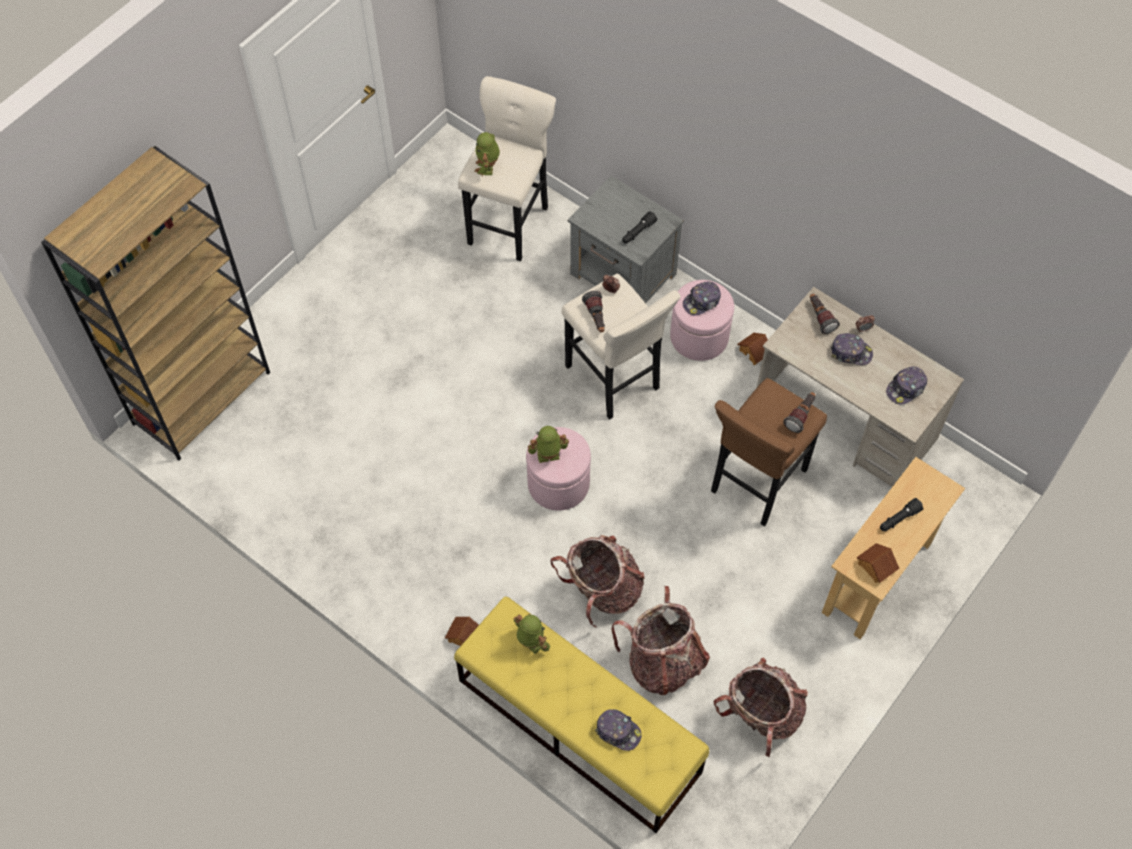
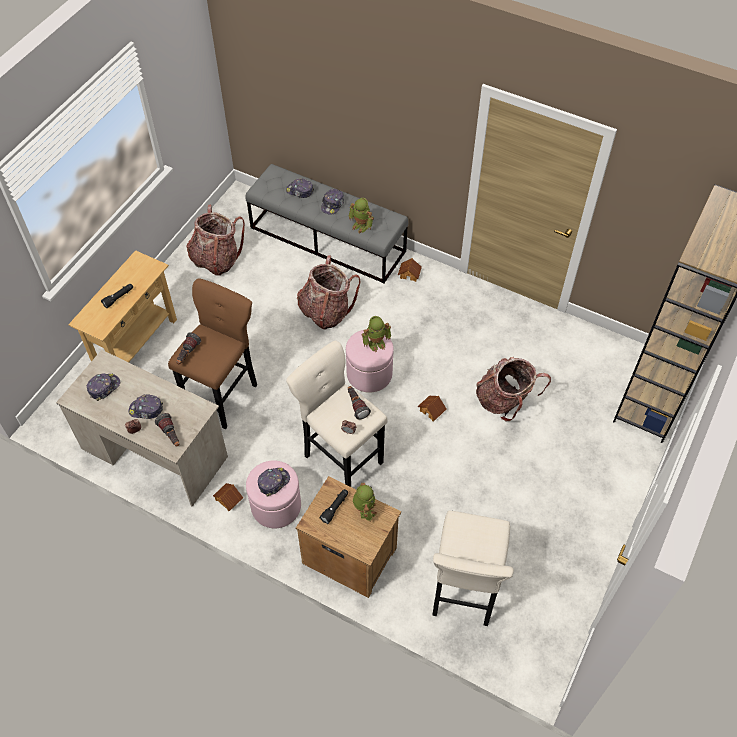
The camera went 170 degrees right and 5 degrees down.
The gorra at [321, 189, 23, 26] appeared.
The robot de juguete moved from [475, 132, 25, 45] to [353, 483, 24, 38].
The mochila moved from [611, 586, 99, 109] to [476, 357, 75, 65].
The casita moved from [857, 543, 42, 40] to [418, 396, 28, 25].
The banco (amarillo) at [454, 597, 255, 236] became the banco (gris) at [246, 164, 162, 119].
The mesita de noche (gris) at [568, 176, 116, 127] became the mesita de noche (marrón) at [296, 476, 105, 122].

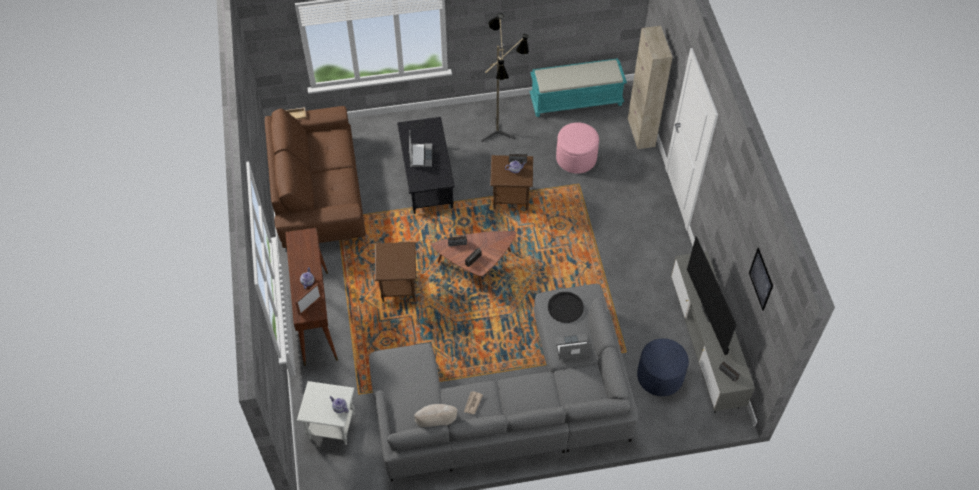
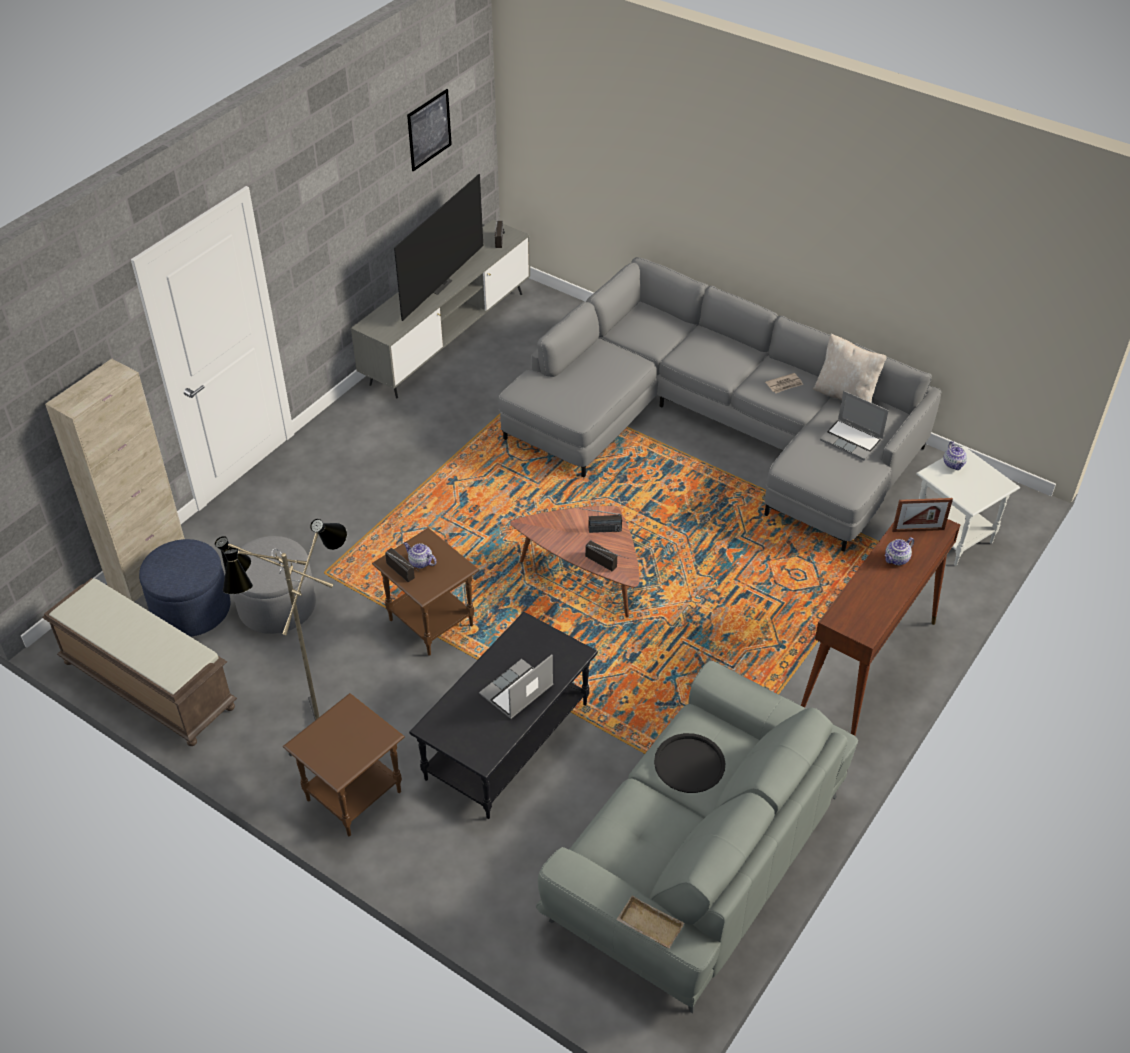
The camera went 135 degrees left and 10 degrees down.
The mesa auxiliar (marrón) moved from [375, 242, 41, 60] to [283, 693, 122, 143].
The bandeja (negro) moved from [548, 292, 36, 31] to [654, 733, 71, 60].
The portátil moved from [554, 334, 38, 26] to [820, 391, 69, 69].
The puf (azul) moved from [637, 338, 52, 58] to [139, 539, 91, 98].
The sofá (marrón) at [265, 106, 101, 146] became the sofá (gris) at [536, 661, 322, 352].
The banco (turquesa) at [529, 58, 98, 59] became the banco (marrón) at [42, 578, 195, 168].
The puf (rosa) at [556, 122, 43, 52] became the puf (gris) at [233, 536, 83, 98].

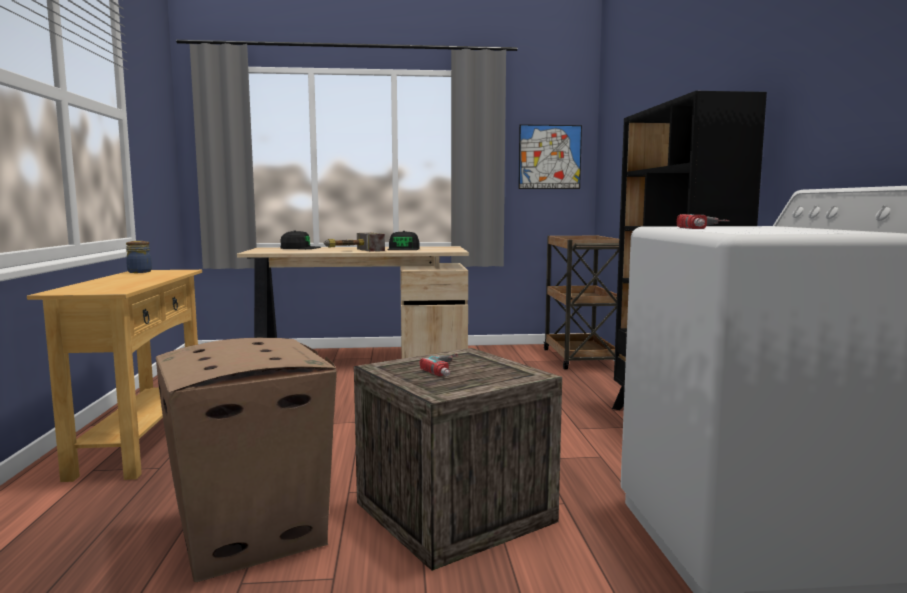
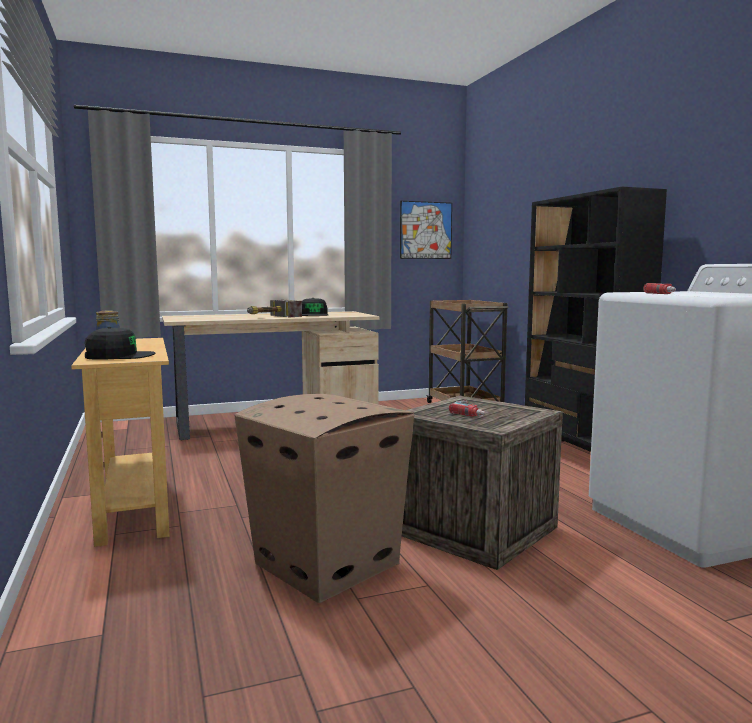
The camera went 15 degrees left and 0 degrees up.
The gorra (negro) moved from [280, 230, 41, 19] to [84, 327, 71, 33].

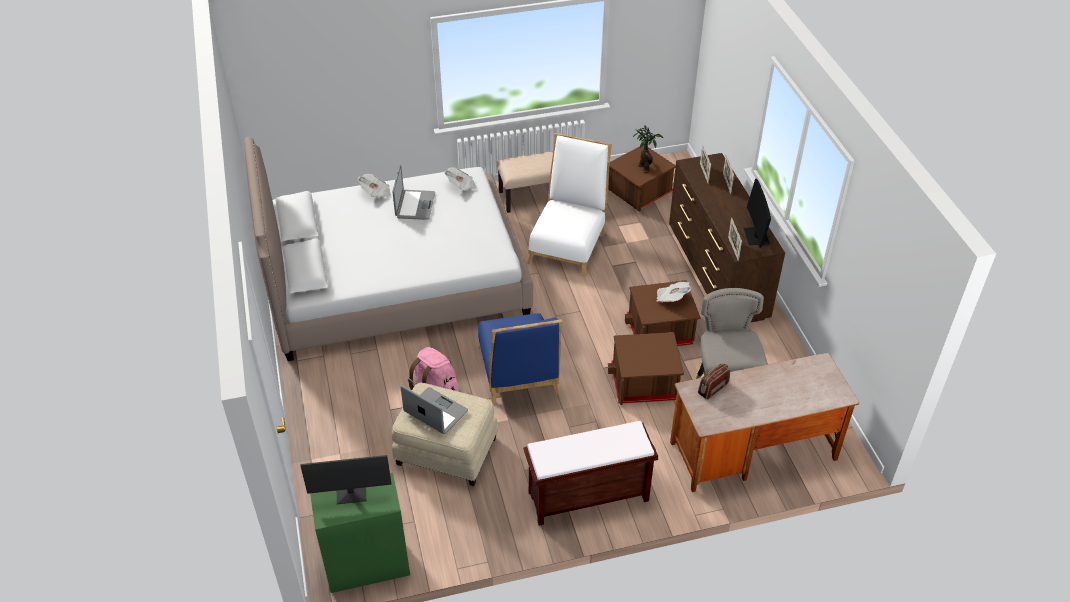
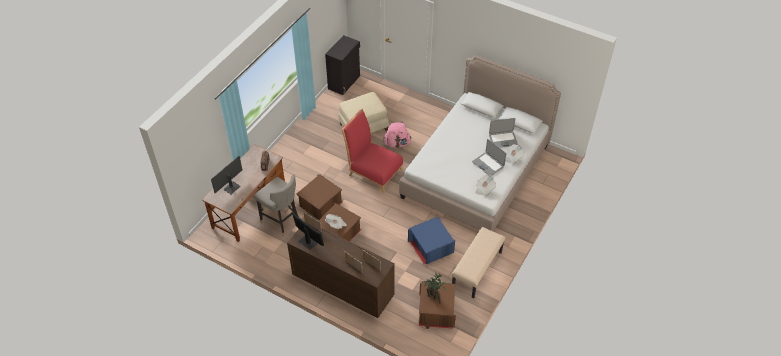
The camera went 135 degrees right and 5 degrees up.
The banco (marrón) at [523, 421, 135, 105] disappeared.
The monitor moved from [300, 455, 92, 49] to [211, 156, 31, 38].
The portátil moved from [400, 385, 68, 49] to [489, 118, 29, 30].
The silla (blanco) at [527, 133, 85, 144] was replaced by the caja de almacenaje (azul) at [408, 217, 47, 48].
The armario (verde) at [310, 473, 100, 120] became the armario (negro) at [325, 35, 35, 60].
The silla (azul) at [478, 313, 85, 92] became the silla (rojo) at [341, 109, 62, 84].

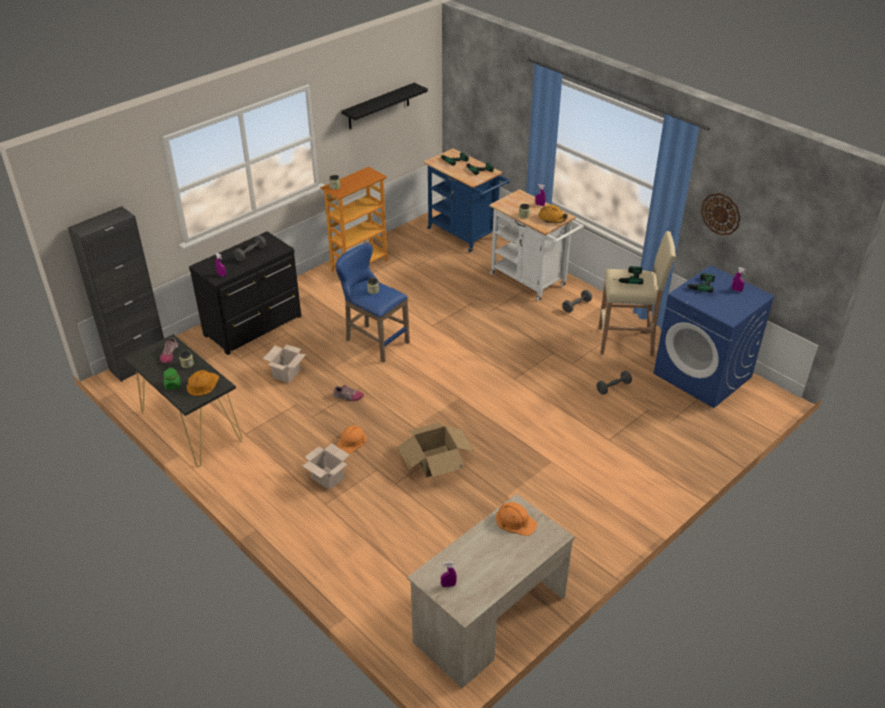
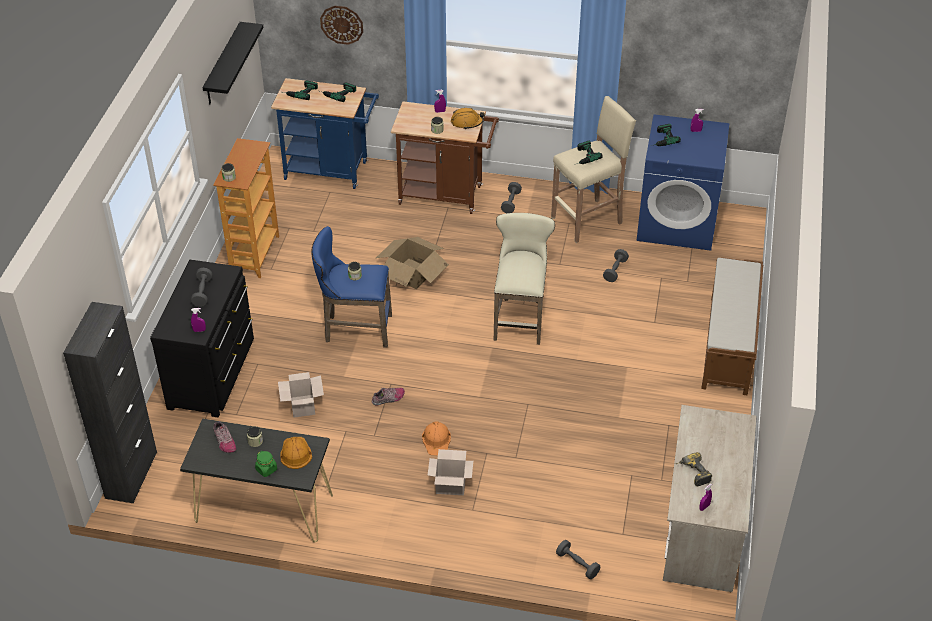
The camera went 35 degrees left and 5 degrees up.
The casco (naranja) at [496, 502, 42, 34] disappeared.
The taburete (beis) at [494, 213, 61, 132] appeared.
The mancuerna (gris) at [556, 540, 44, 39] appeared.
The taladro at [676, 452, 36, 34] appeared.
The banco (marrón) at [701, 257, 62, 138] appeared.
The caja de cartón moved from [398, 423, 76, 54] to [376, 237, 73, 52].
The reloj de pared moved from [701, 193, 40, 42] to [320, 6, 43, 39].
The carrito (blanco) at [489, 189, 95, 113] became the carrito (marrón) at [391, 101, 108, 113].

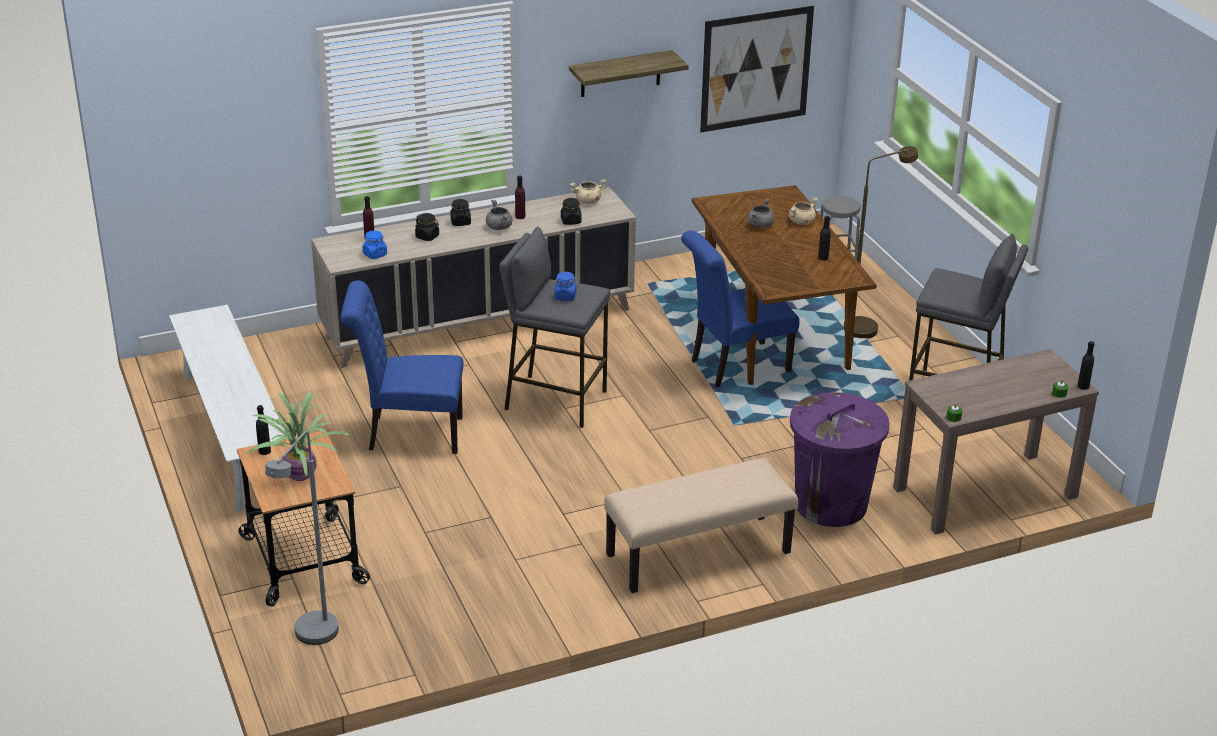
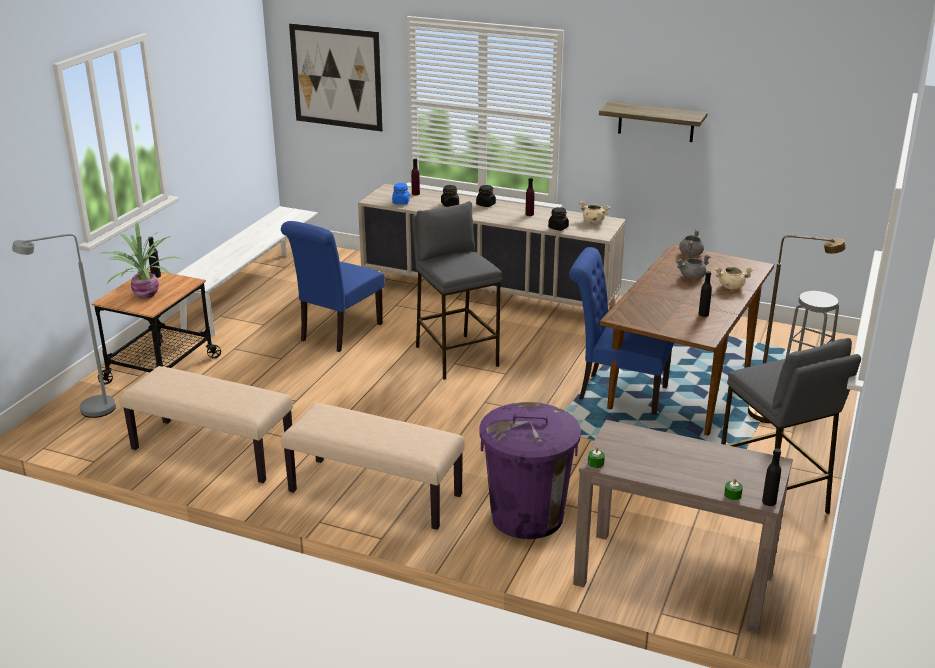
The camera went 45 degrees right and 5 degrees down.
The tarro (azul) at [554, 272, 23, 29] disappeared.
The banco (beis) at [120, 366, 173, 117] appeared.
The olla (gris) moved from [486, 200, 26, 30] to [679, 230, 25, 26].
The cuadro moved from [700, 6, 114, 126] to [289, 24, 94, 107].
The silla (azul) at [341, 280, 122, 174] turned 105 degrees counterclockwise.

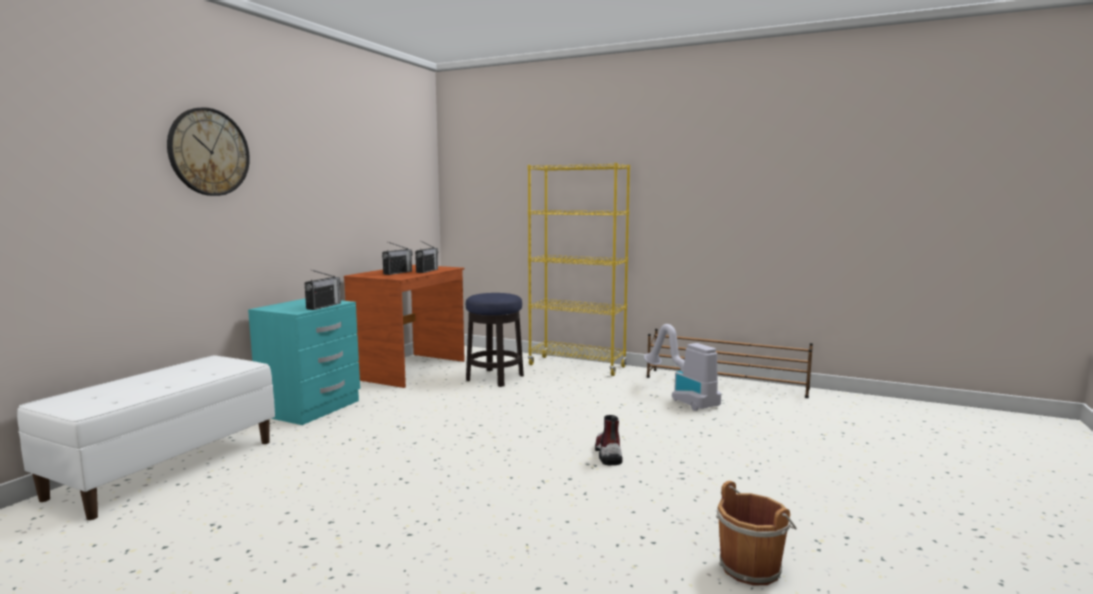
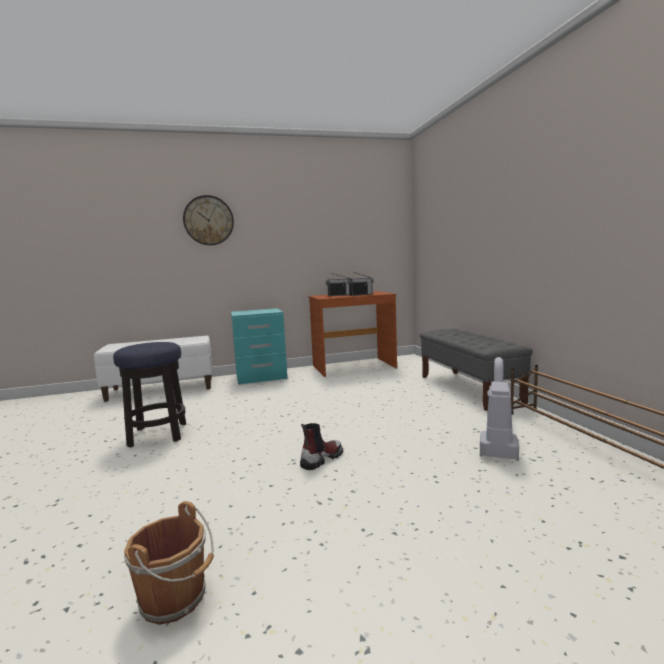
The camera went 50 degrees right and 0 degrees up.
The radio at [304, 270, 37, 40] disappeared.
The taburete moved from [466, 293, 58, 94] to [113, 342, 73, 106].
The estantería (amarillo) at [528, 163, 102, 213] was replaced by the banco (gris) at [420, 328, 113, 83].

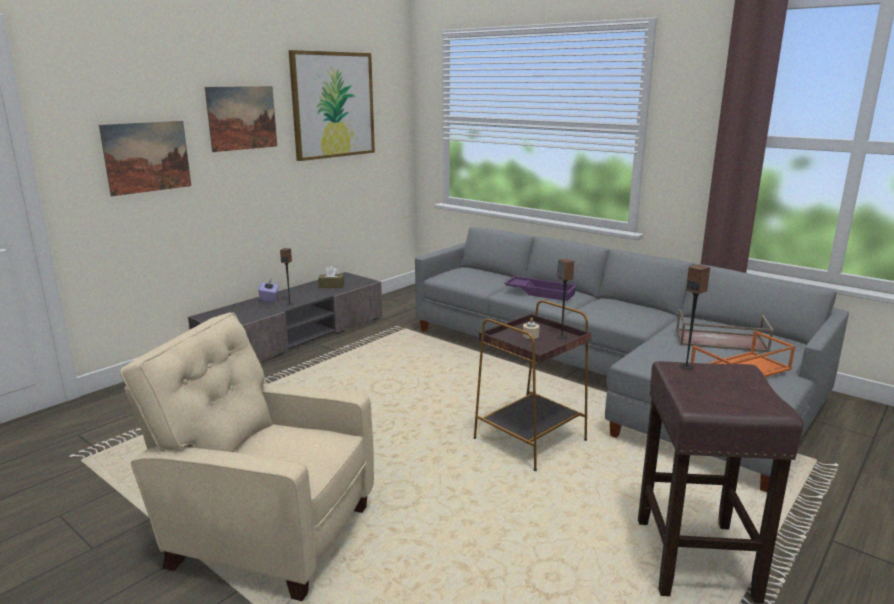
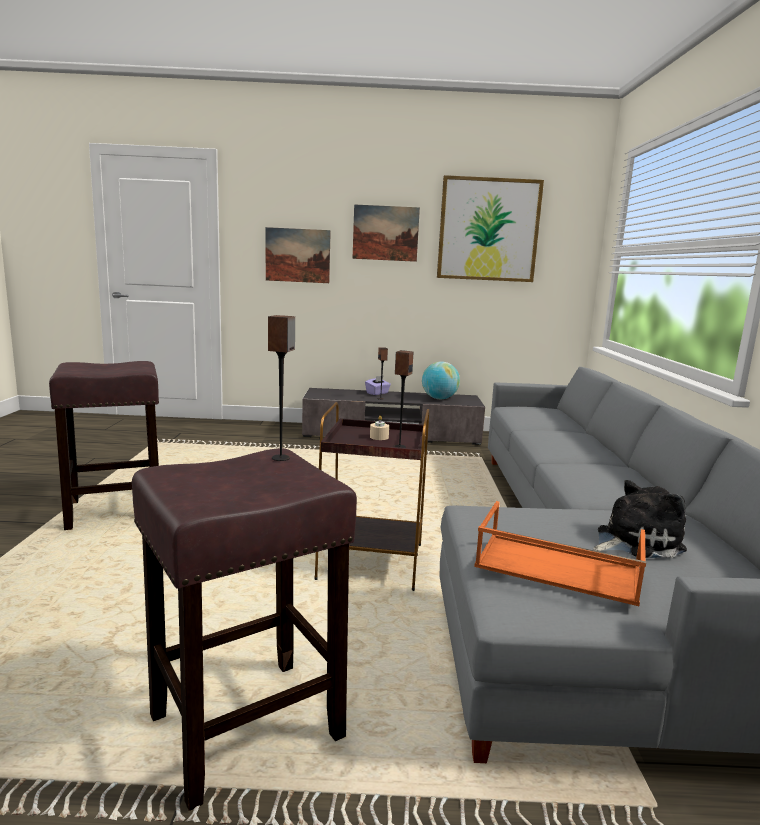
The camera went 50 degrees right and 5 degrees down.
The bandeja (morado) at [504, 276, 73, 25] disappeared.
The sillón (beis) at [120, 312, 254, 289] was replaced by the taburete (marrón) at [49, 361, 110, 169].
The caja de pañuelos (marrón) at [318, 266, 26, 22] was replaced by the globo terráqueo at [422, 361, 38, 38].
The bandeja (marrón) at [676, 309, 98, 43] was replaced by the peluche at [593, 480, 94, 78].

